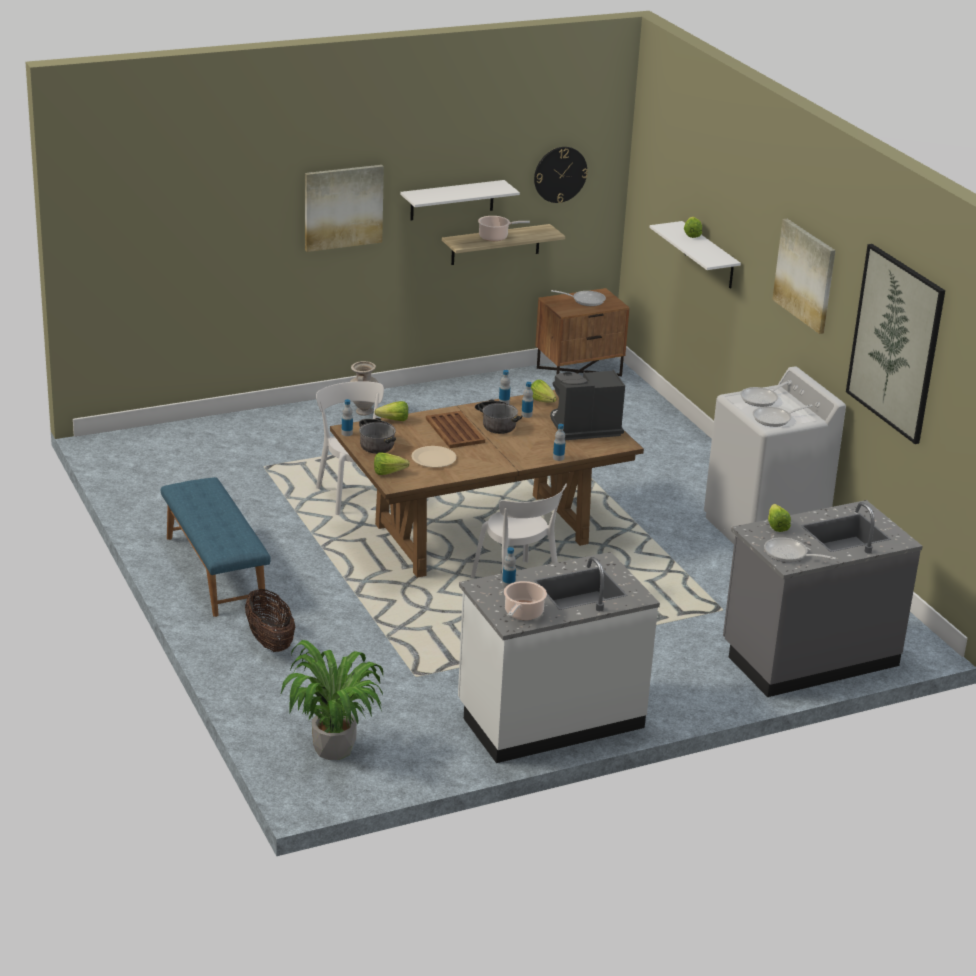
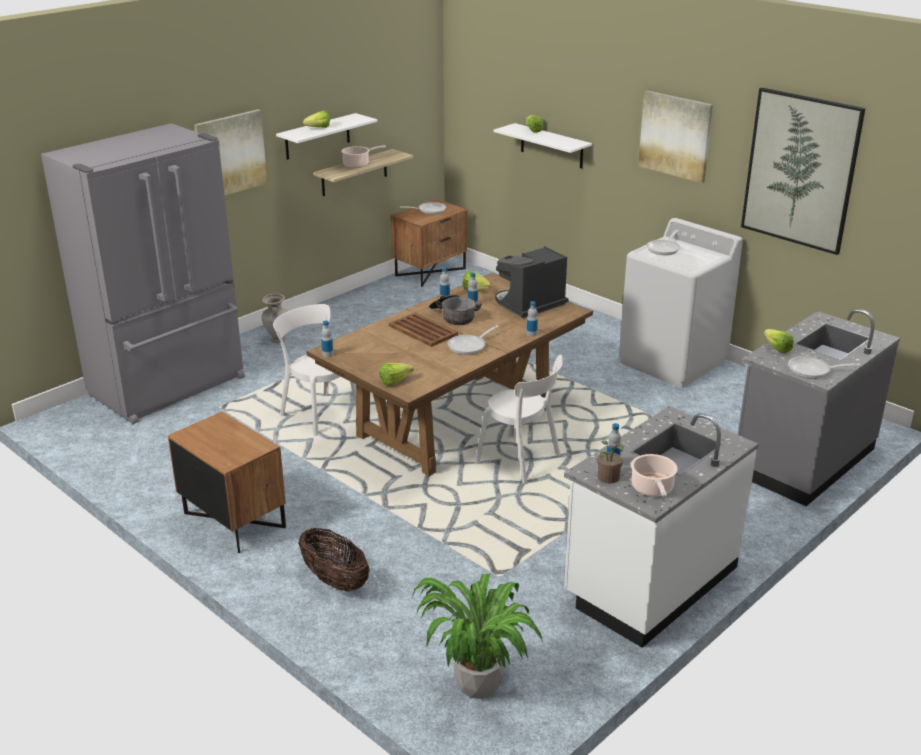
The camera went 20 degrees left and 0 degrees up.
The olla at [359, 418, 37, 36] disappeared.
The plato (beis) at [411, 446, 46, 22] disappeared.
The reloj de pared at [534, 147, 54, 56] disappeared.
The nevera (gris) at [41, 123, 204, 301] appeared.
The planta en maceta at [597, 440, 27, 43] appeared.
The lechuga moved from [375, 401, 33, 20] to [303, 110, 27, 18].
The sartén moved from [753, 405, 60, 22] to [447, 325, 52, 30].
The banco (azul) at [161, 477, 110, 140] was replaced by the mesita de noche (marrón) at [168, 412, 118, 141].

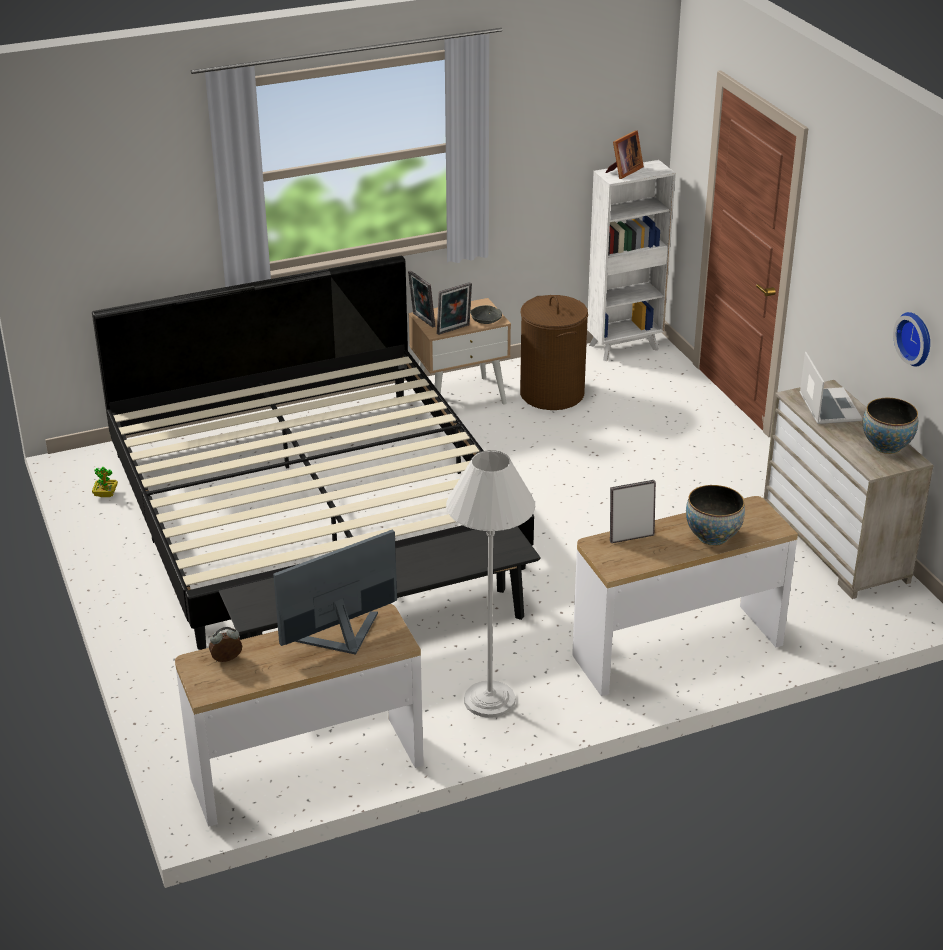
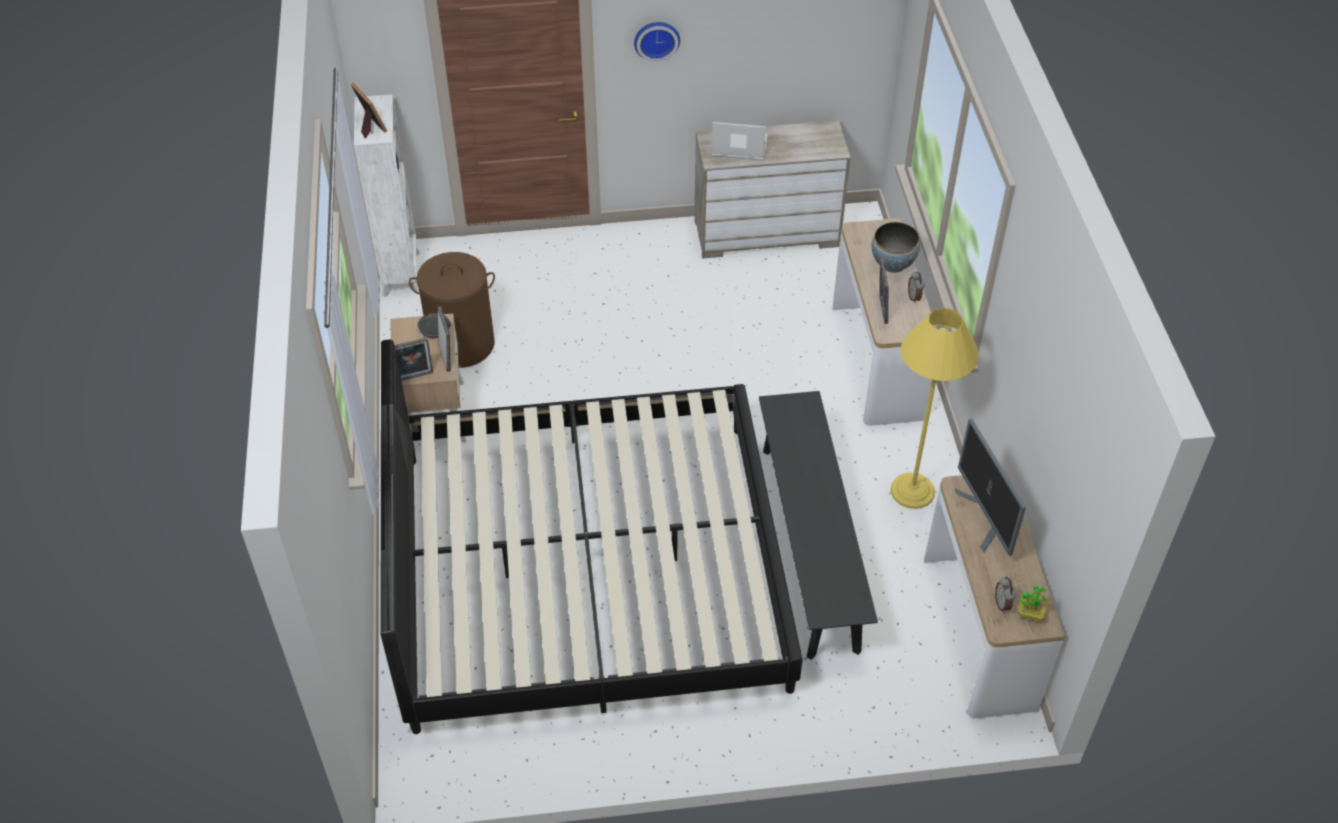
The camera went 75 degrees left and 15 degrees up.
The cuenco at [863, 398, 55, 56] disappeared.
The despertador at [908, 271, 17, 32] appeared.
The planta en maceta moved from [92, 467, 26, 30] to [1018, 585, 29, 36].
The reloj de pared moved from [893, 312, 37, 54] to [634, 22, 46, 40].
The lámpara de pie (blanco) at [446, 450, 90, 268] became the lámpara de pie (amarillo) at [891, 308, 88, 201].

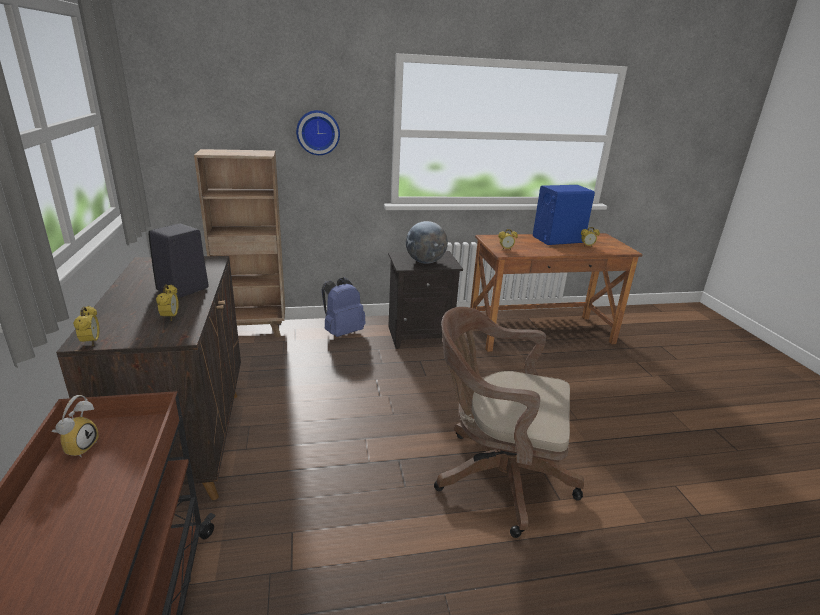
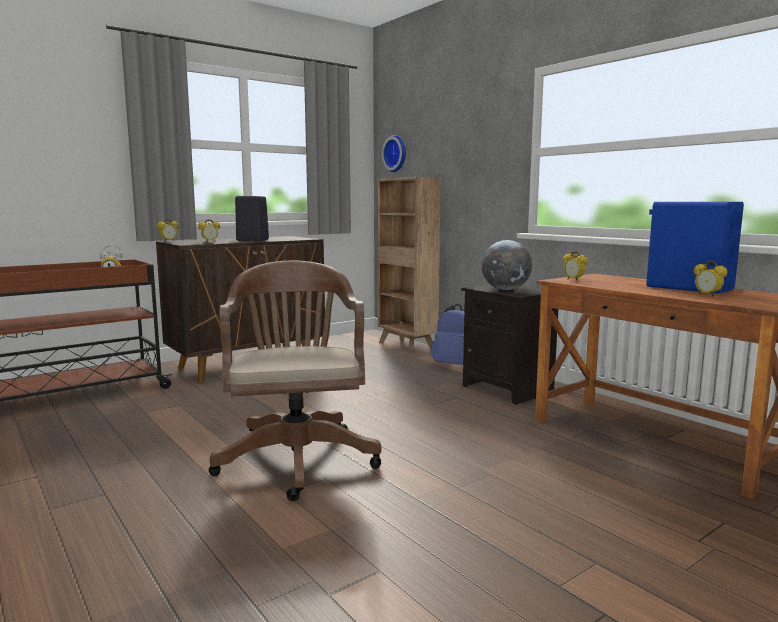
The camera went 65 degrees right and 15 degrees down.
The reloj de pared moved from [296, 110, 44, 45] to [382, 135, 24, 37].

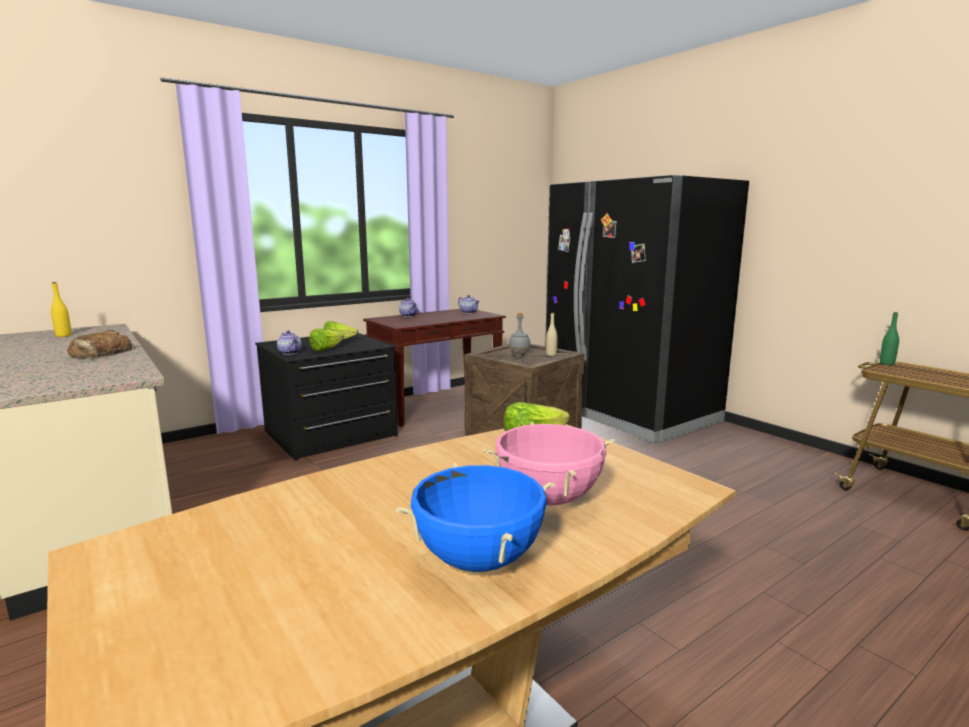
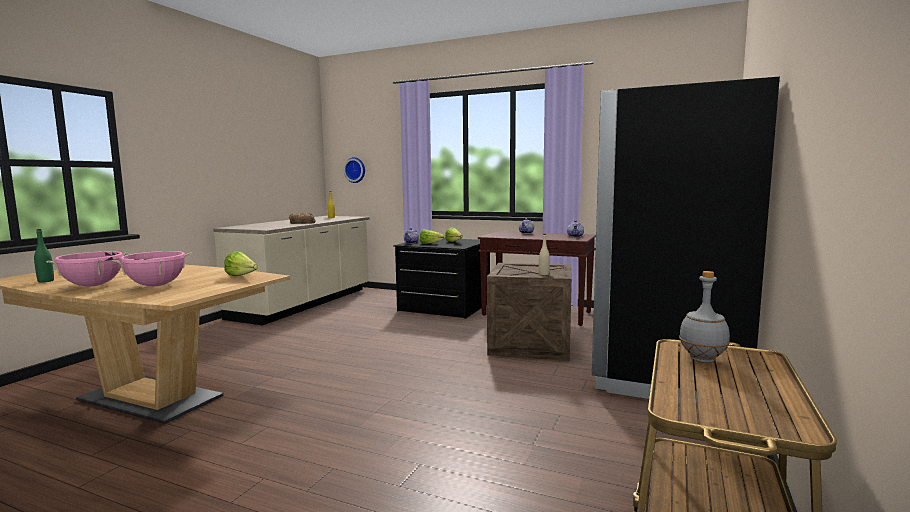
The camera went 60 degrees right and 5 degrees down.
The reloj de pared at [344, 157, 21, 26] appeared.
The botella (gris) moved from [509, 313, 21, 44] to [679, 271, 51, 92].
The botella (verde) moved from [880, 312, 19, 53] to [34, 229, 20, 54].
The olla (azul) at [395, 463, 160, 109] became the olla (rosa) at [46, 251, 83, 36].

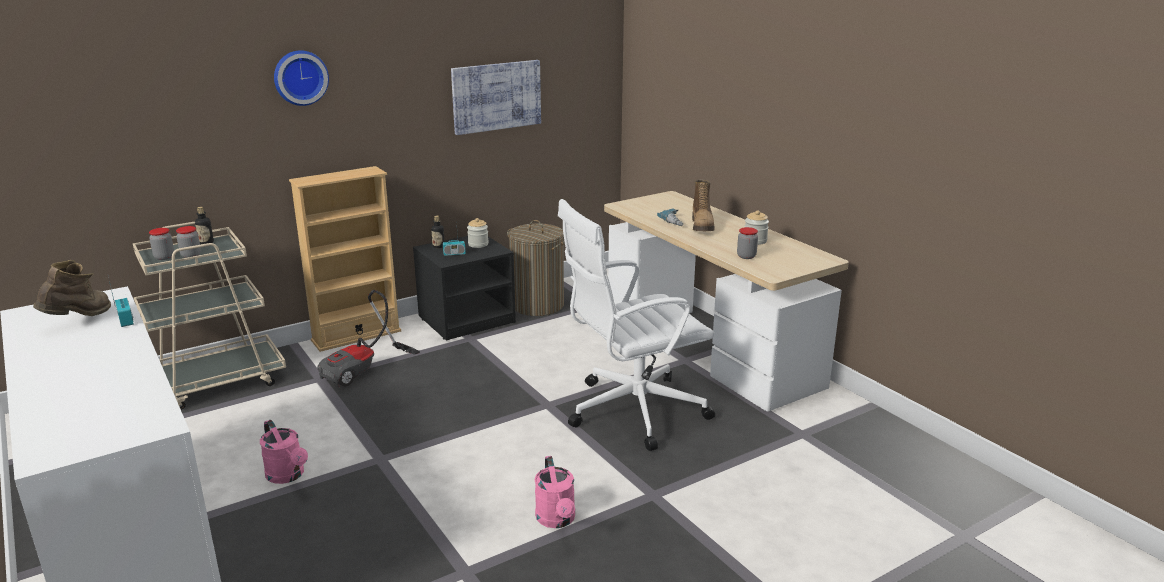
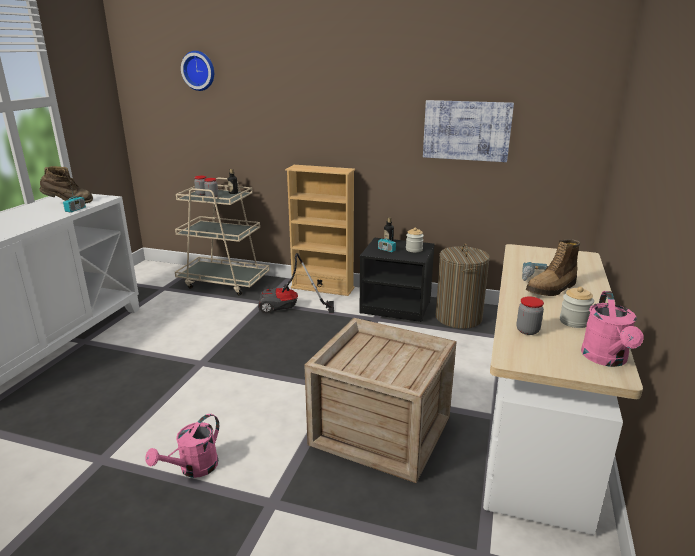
The camera went 50 degrees right and 0 degrees up.
The regadera (rosa) moved from [260, 420, 48, 64] to [581, 291, 63, 76].
The reloj de pared moved from [274, 50, 55, 56] to [181, 51, 33, 40].
The silla de oficina (blanco) at [558, 199, 157, 252] was replaced by the caja de embalaje at [304, 318, 153, 165].

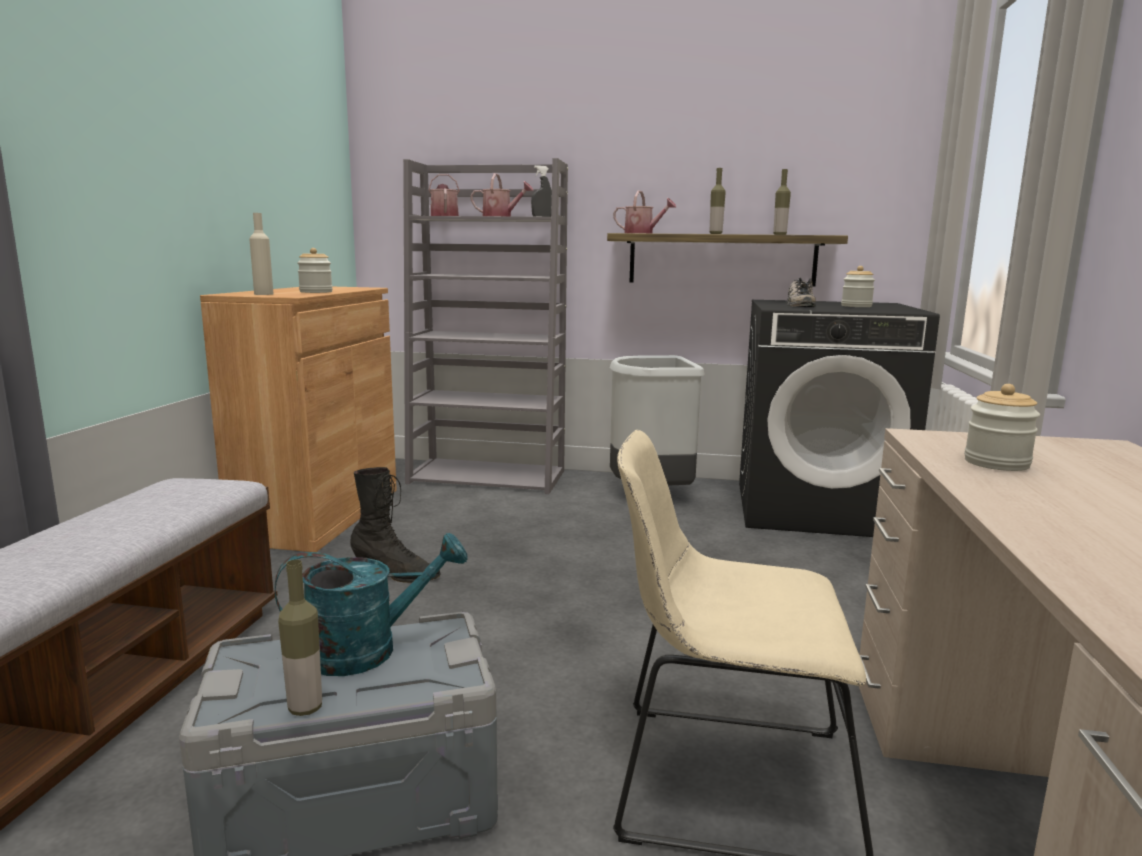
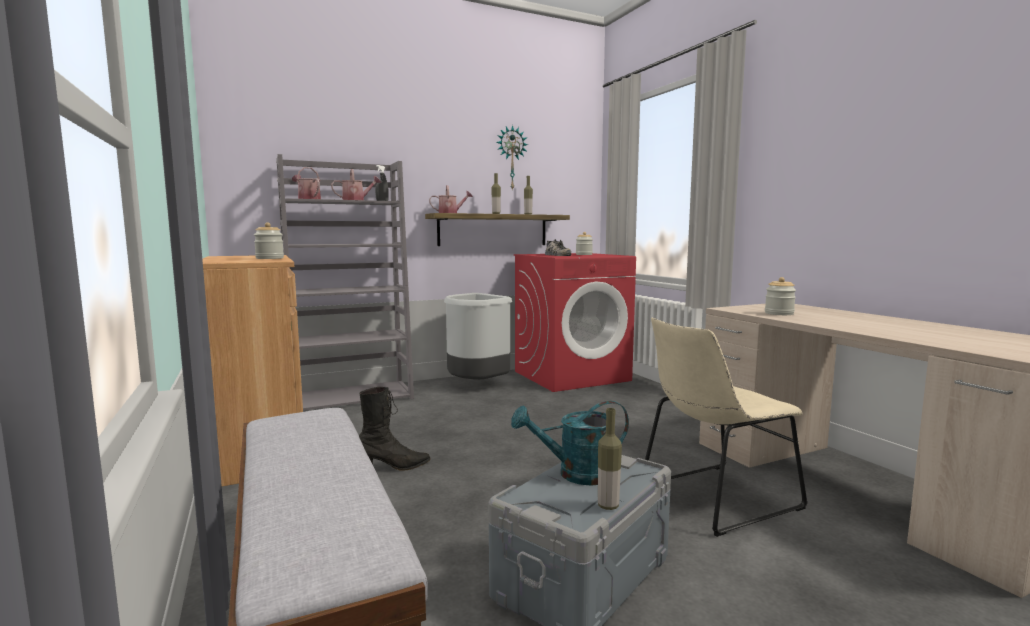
The camera went 35 degrees left and 5 degrees down.
The botella (beis) at [249, 213, 25, 82] disappeared.
The reloj de pared at [497, 125, 31, 66] appeared.
The lavadora (negro) at [739, 300, 201, 237] became the lavadora (rojo) at [514, 253, 122, 139].
The regadera (turquesa) at [275, 533, 193, 143] turned 135 degrees counterclockwise.

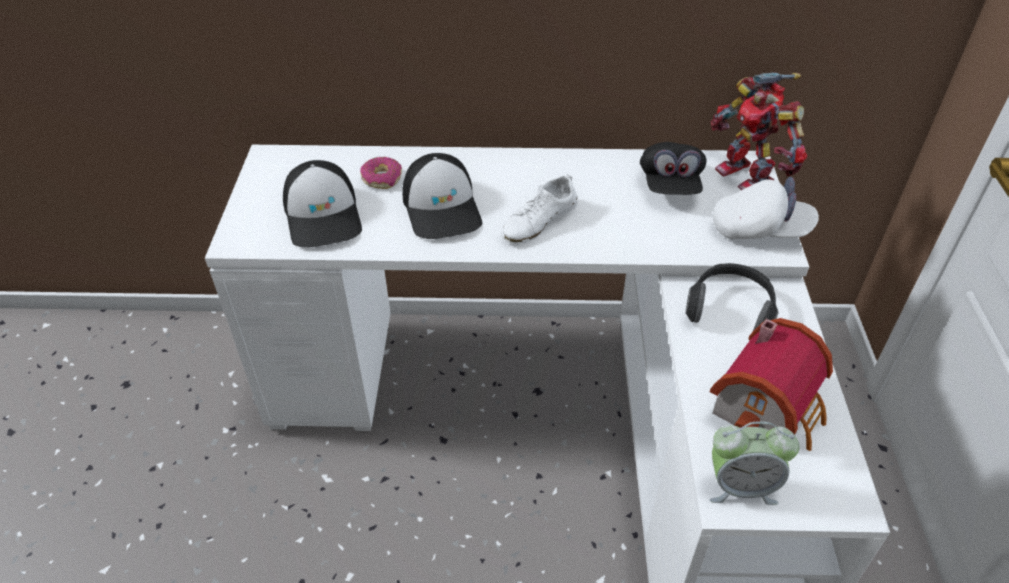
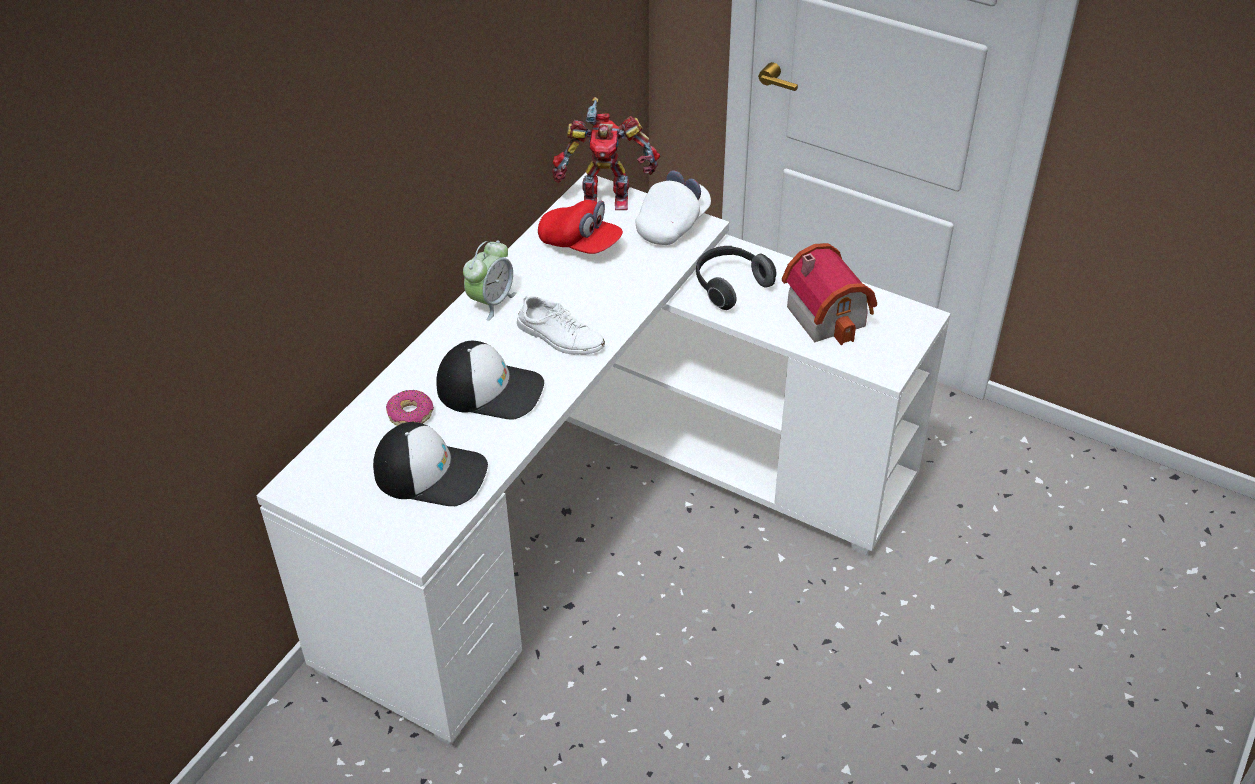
The camera went 60 degrees left and 0 degrees up.
The despertador moved from [709, 421, 91, 84] to [463, 240, 53, 80].
The gorra (negro) at [640, 142, 67, 53] became the gorra (rojo) at [538, 200, 85, 54].
The zapato (blanco) at [501, 174, 77, 70] turned 45 degrees counterclockwise.

